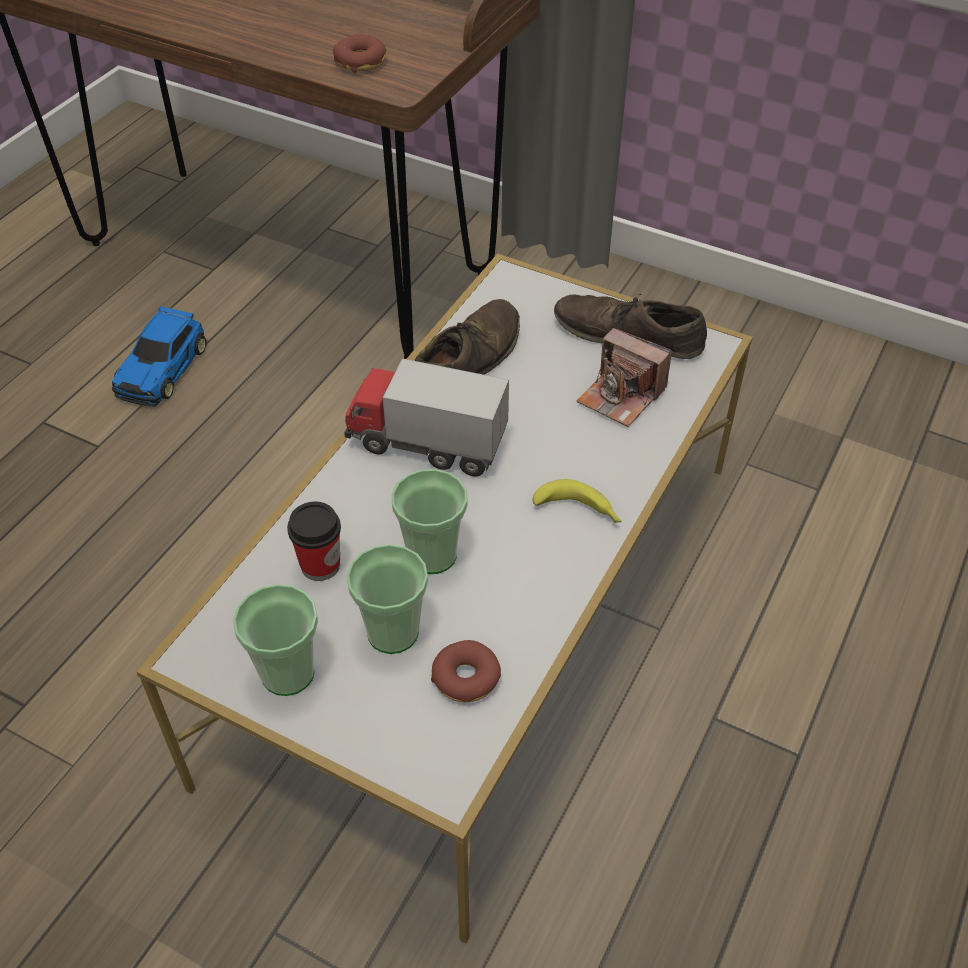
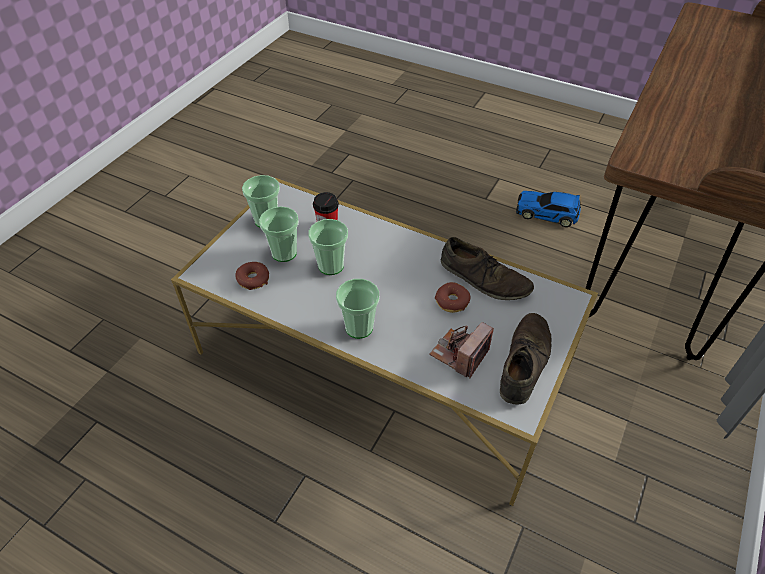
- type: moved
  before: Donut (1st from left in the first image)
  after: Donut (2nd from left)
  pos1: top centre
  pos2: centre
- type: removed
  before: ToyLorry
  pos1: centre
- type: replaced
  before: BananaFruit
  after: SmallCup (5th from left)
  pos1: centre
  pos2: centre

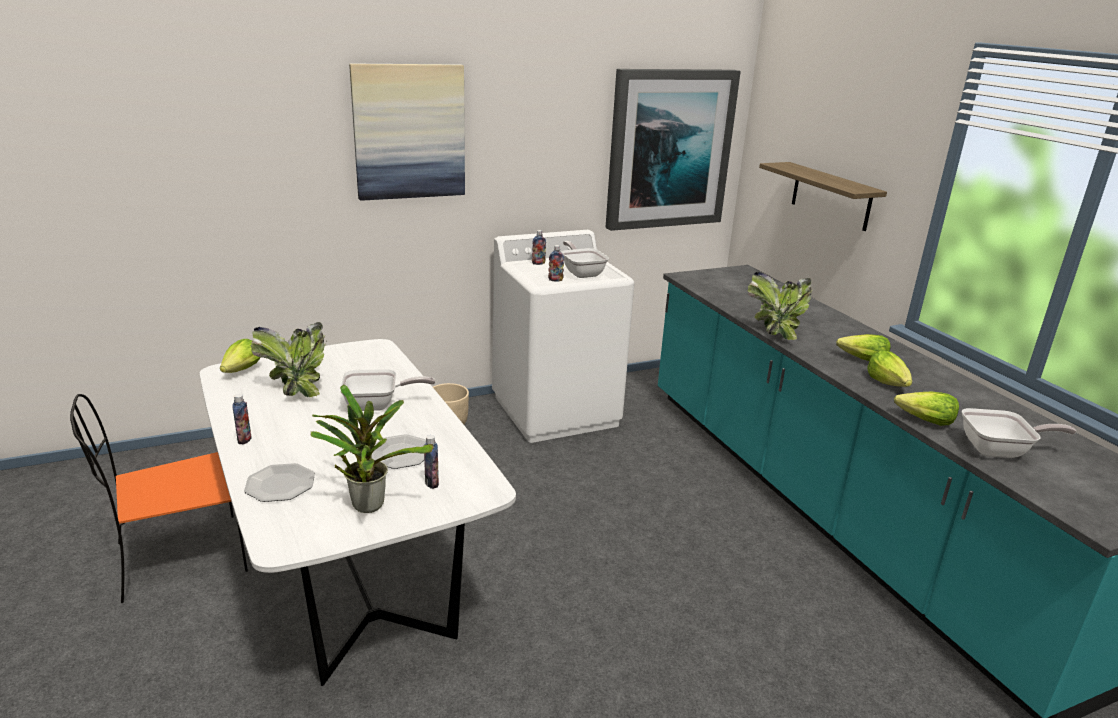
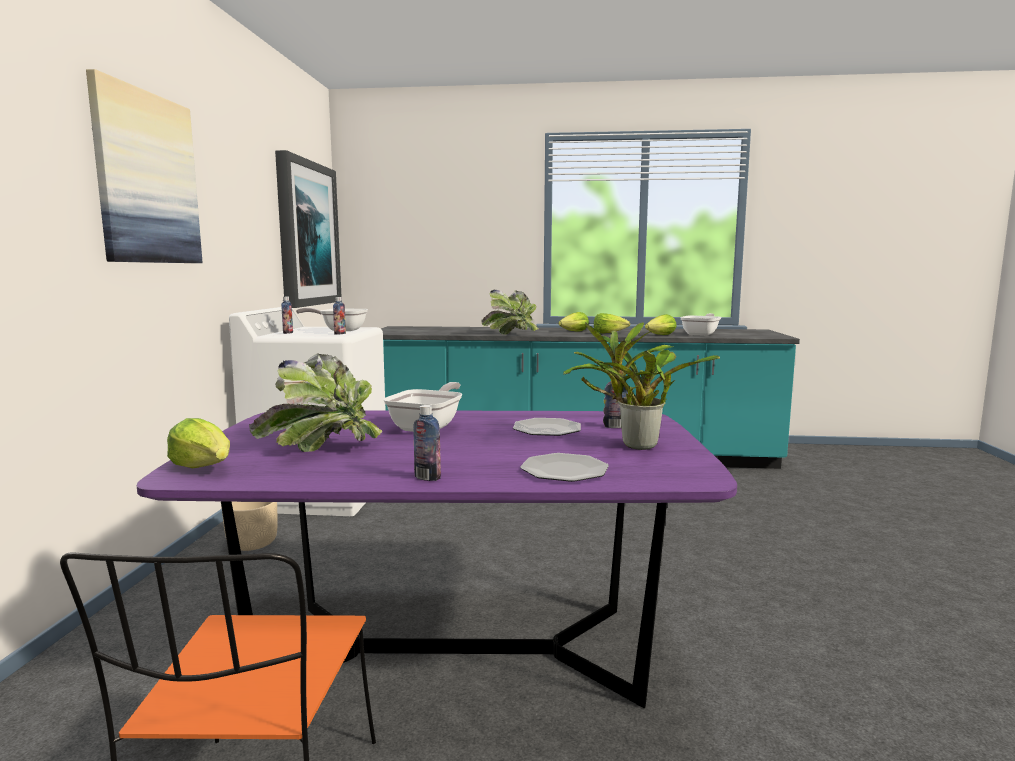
- type: removed
  before: WallShelf
  pos1: top right
- type: recoloured
  before: WhiteColouredKitchenTable
  after: PurpleColouredKitchenTable
  pos1: bottom left
  pos2: bottom centre

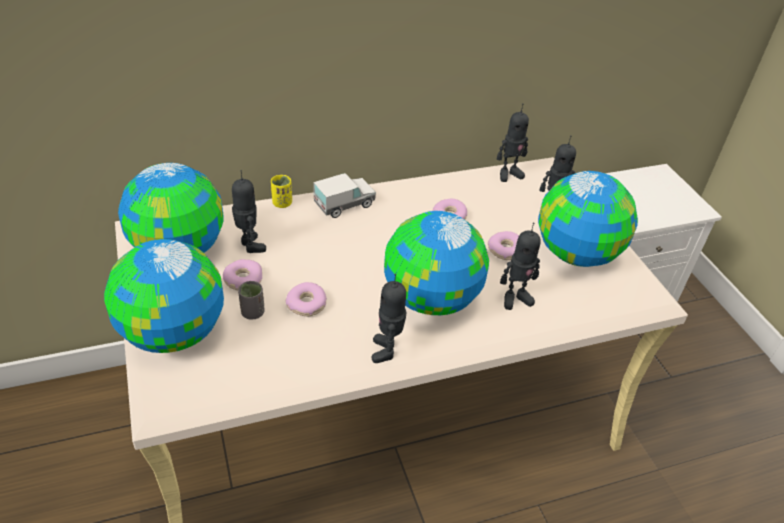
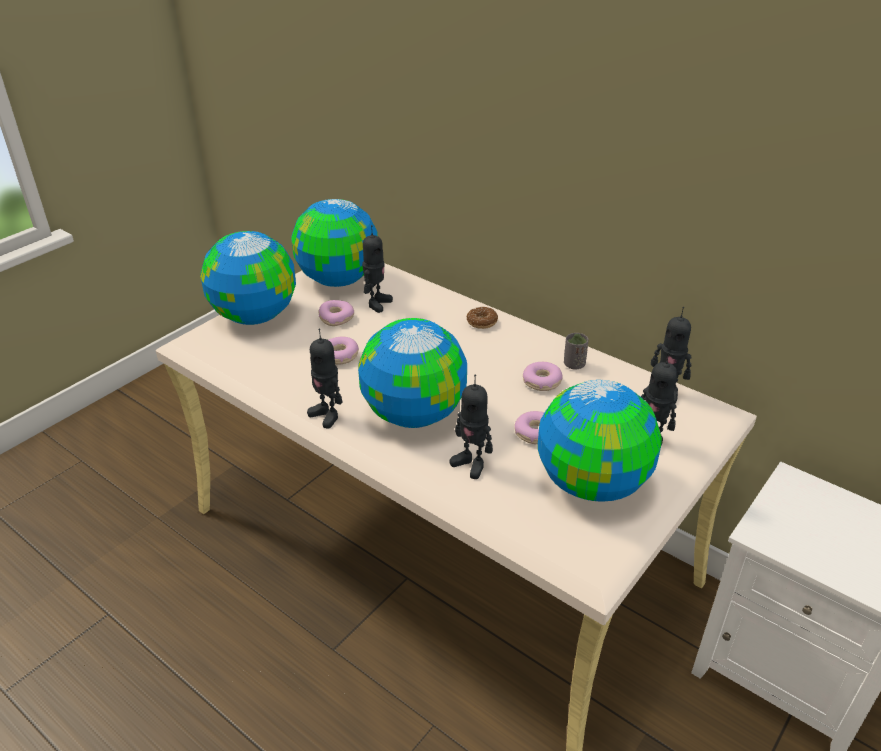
- type: replaced
  before: ToyLorry
  after: Donut (3rd from left)
  pos1: centre
  pos2: centre
- type: removed
  before: YellowSmallCup
  pos1: centre
- type: turned
  before: ToyRobot (2nd from left in the first image)
  pos1: centre
  pos2: centre
  turn: -105
- type: moved
  before: GraySmallCup
  pos1: middle left
  pos2: centre

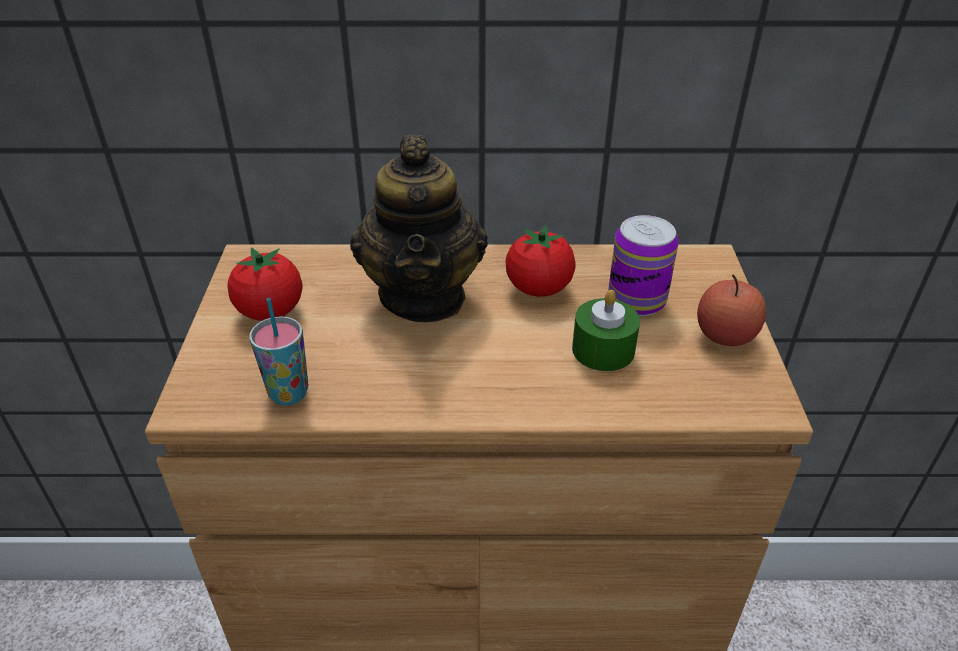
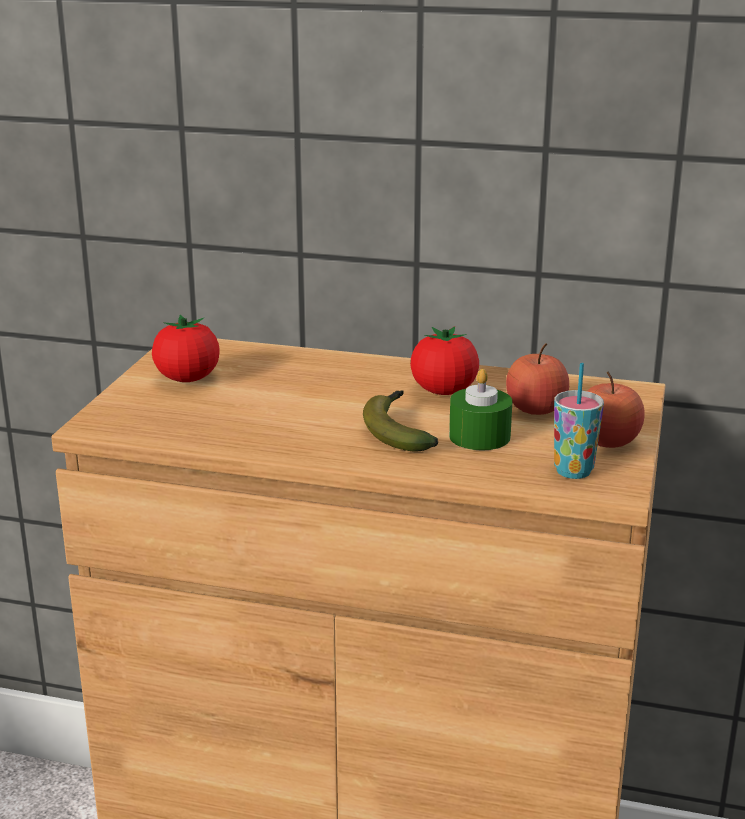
- type: removed
  before: PotForTea
  pos1: centre
- type: replaced
  before: MetalCan
  after: AppleFruit (1st from left)
  pos1: middle right
  pos2: middle right
- type: moved
  before: SmallCup
  pos1: middle left
  pos2: middle right
- type: added
  after: BananaFruit
  pos2: centre

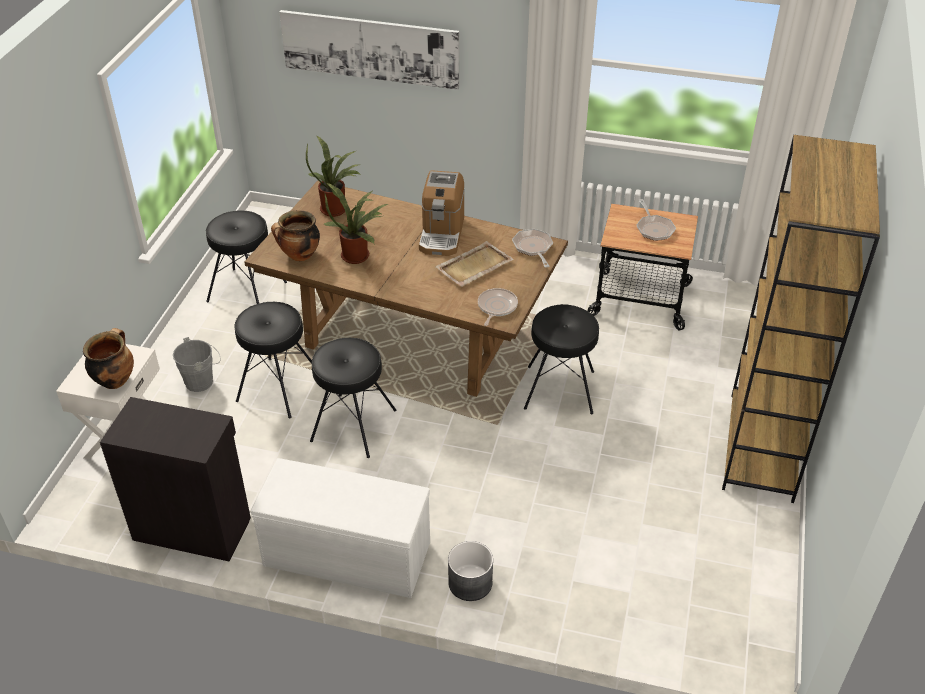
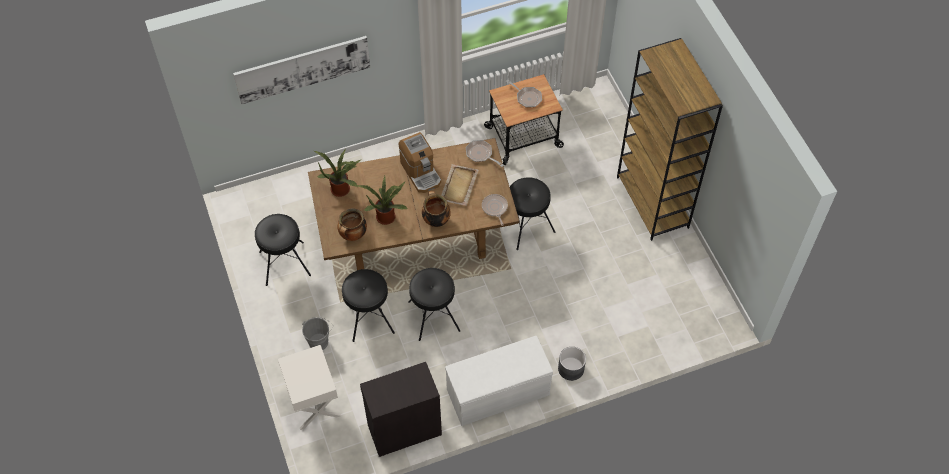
- type: moved
  before: Stockpot (1st from left in the first image)
  after: Stockpot (2nd from left)
  pos1: middle left
  pos2: centre

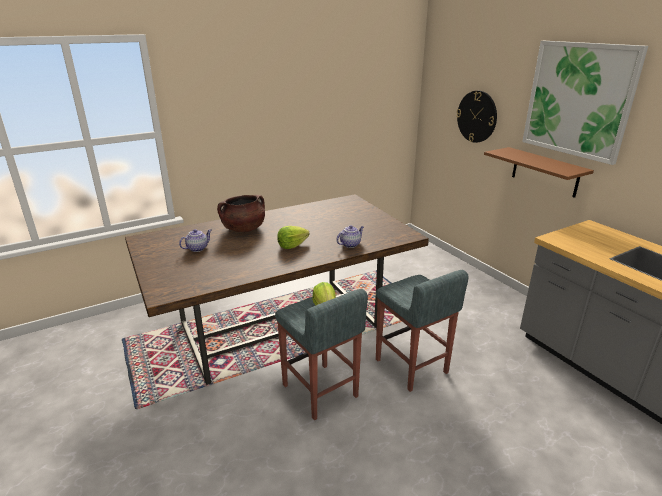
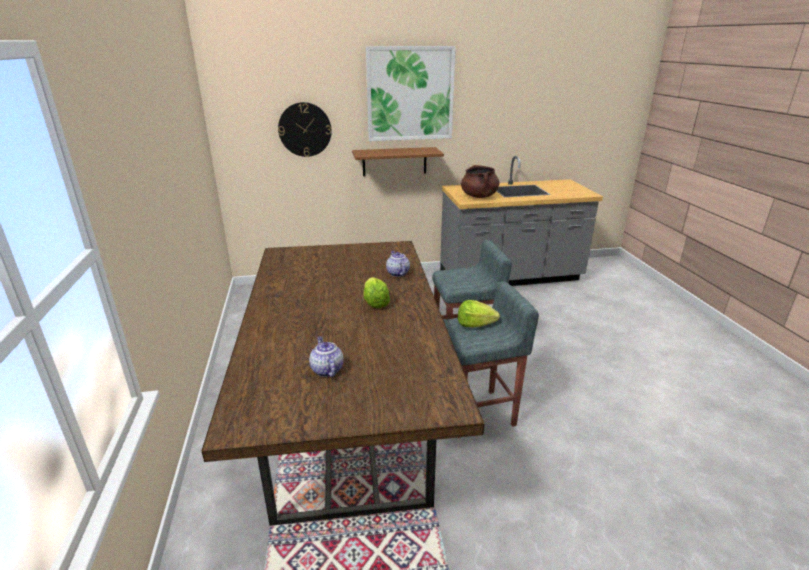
- type: moved
  before: BrownishStockpot
  pos1: centre
  pos2: top centre

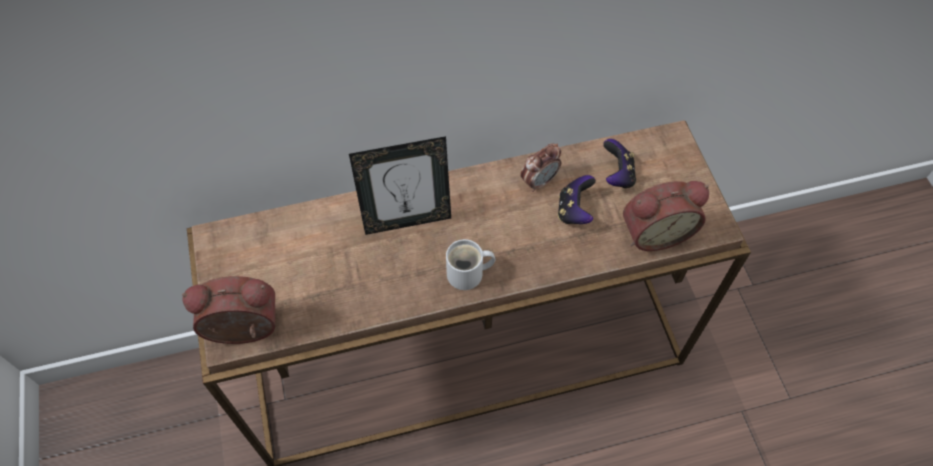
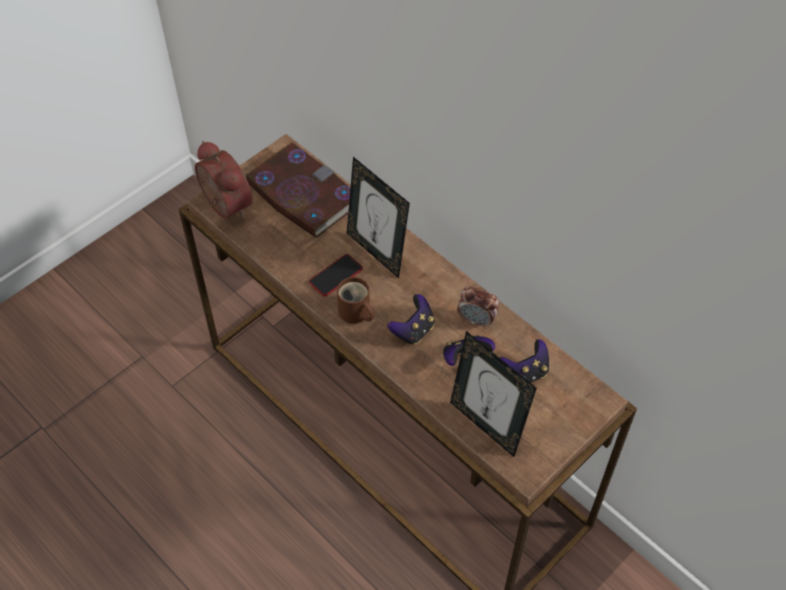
- type: replaced
  before: AlarmClock (3rd from left)
  after: StandingFrame (2nd from left)
  pos1: middle right
  pos2: bottom centre
- type: recoloured
  before: WhiteColouredCoffeeMug
  after: BrownishCoffeeMug
  pos1: centre
  pos2: centre
- type: added
  after: Volume
  pos2: top centre
- type: added
  after: Phone
  pos2: centre
- type: added
  after: GameController (1st from left)
  pos2: centre

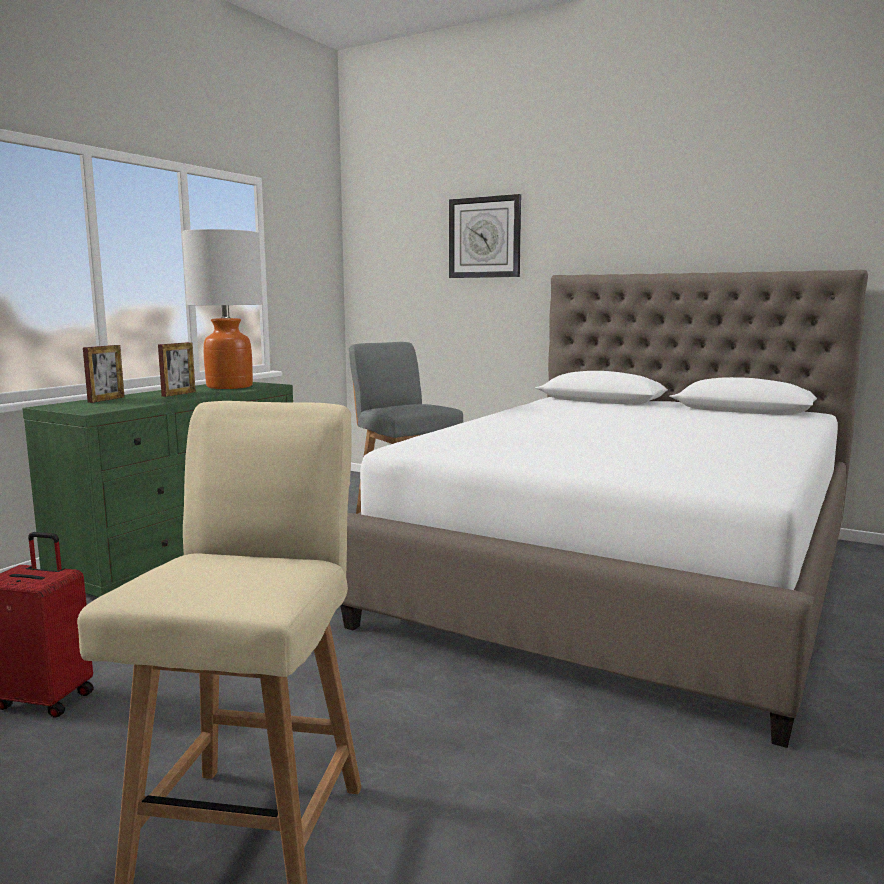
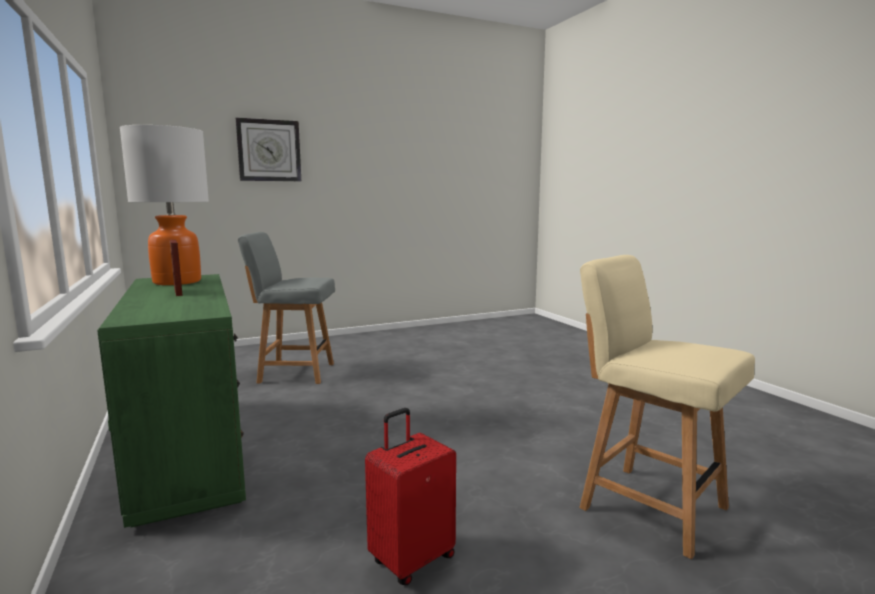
- type: removed
  before: WhiteColouredBed
  pos1: middle right
- type: removed
  before: StandingFrame (1st from left)
  pos1: middle left

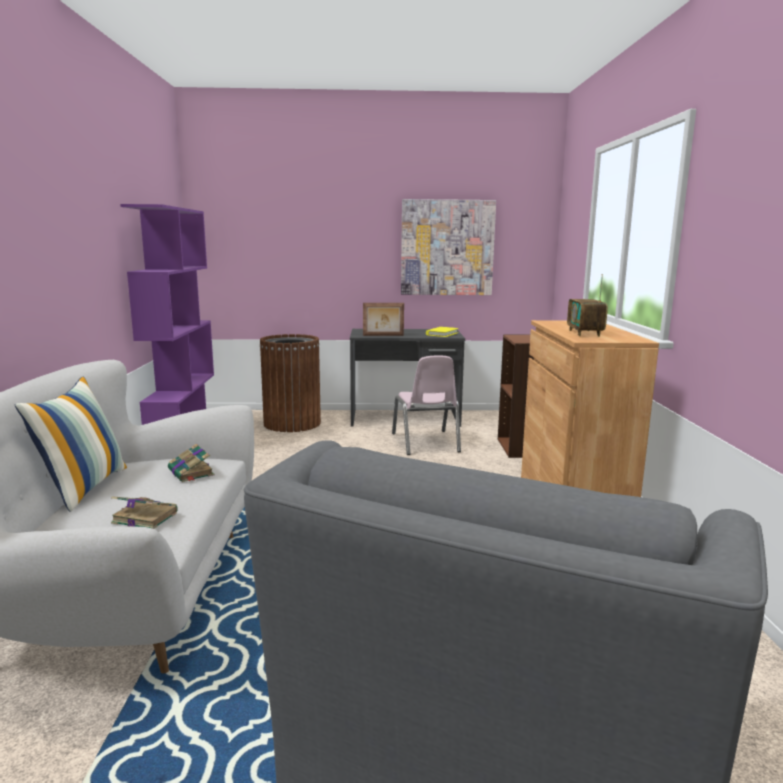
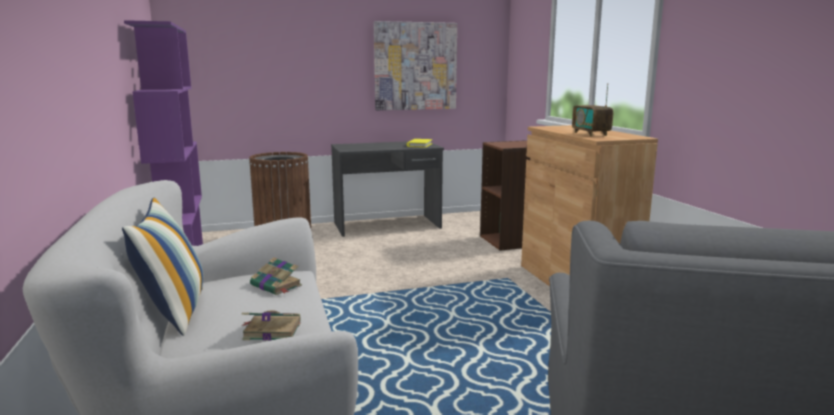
- type: removed
  before: StandingFrame
  pos1: centre
- type: removed
  before: PinkColouredChair
  pos1: centre

